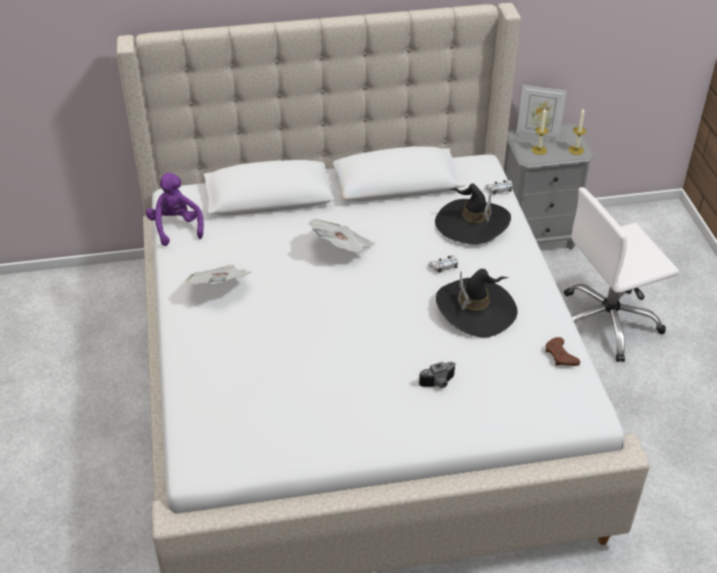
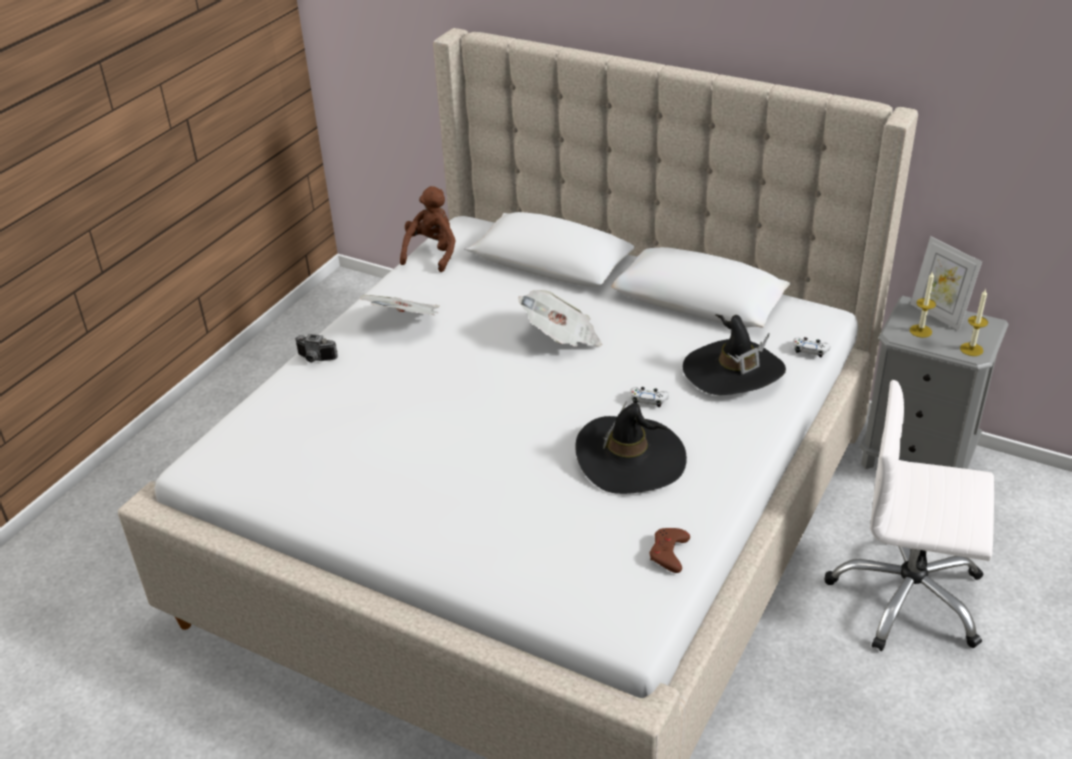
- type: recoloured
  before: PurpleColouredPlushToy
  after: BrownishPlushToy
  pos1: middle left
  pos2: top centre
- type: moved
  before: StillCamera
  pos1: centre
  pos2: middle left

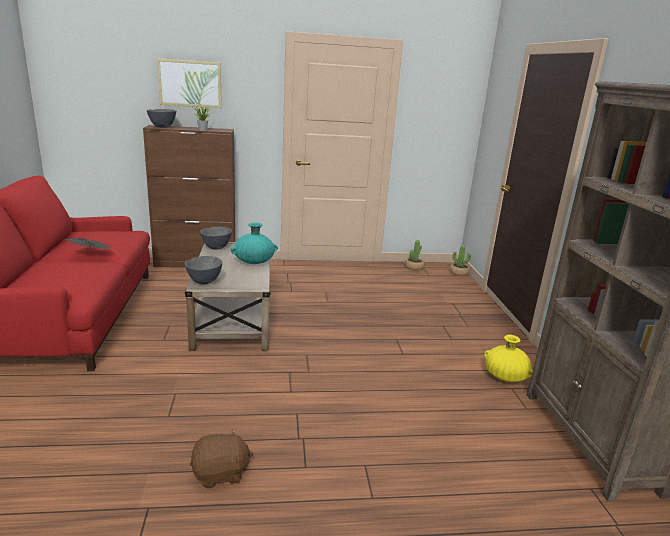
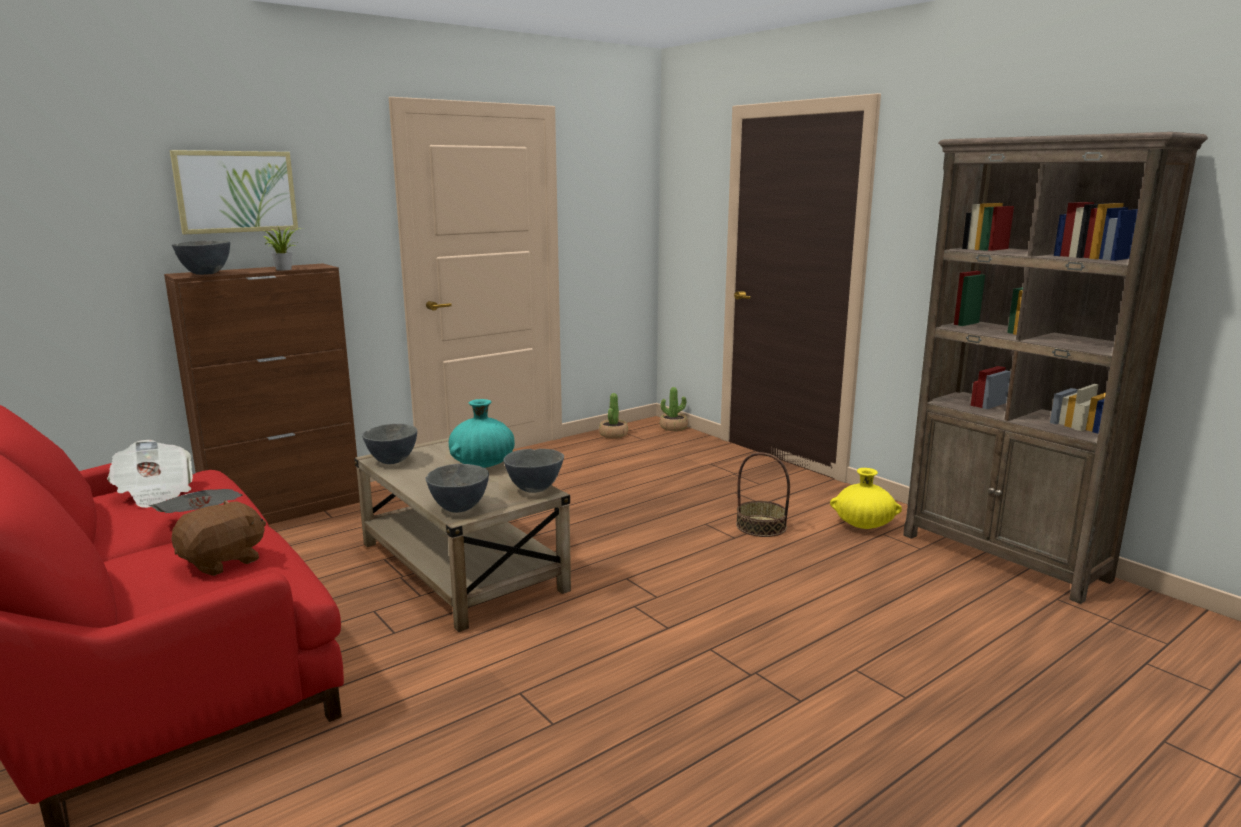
- type: moved
  before: BrownishPlushToy
  pos1: bottom left
  pos2: middle left
- type: added
  after: PrintedPaper (1st from left)
  pos2: middle left
- type: added
  after: GrayBowl (4th from left)
  pos2: centre
- type: added
  after: HouseholdBasket
  pos2: centre

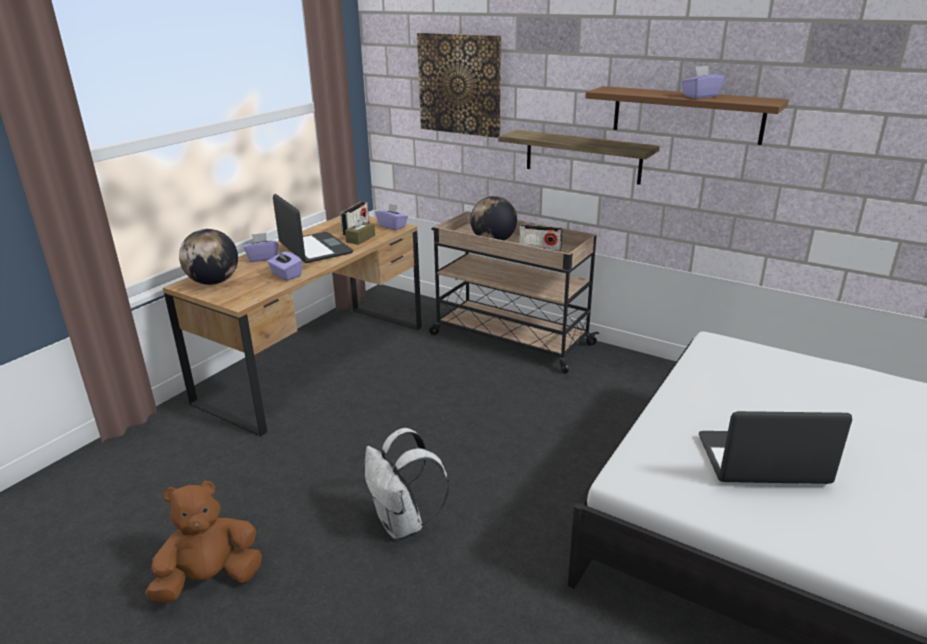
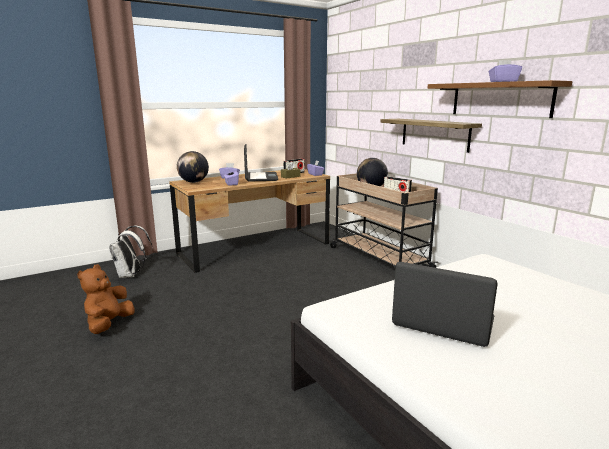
- type: removed
  before: Picture
  pos1: top centre
- type: moved
  before: WhiteColouredBackpack
  pos1: bottom centre
  pos2: middle left
- type: turned
  before: BrownishPlushToy
  pos1: bottom left
  pos2: middle left
  turn: -75

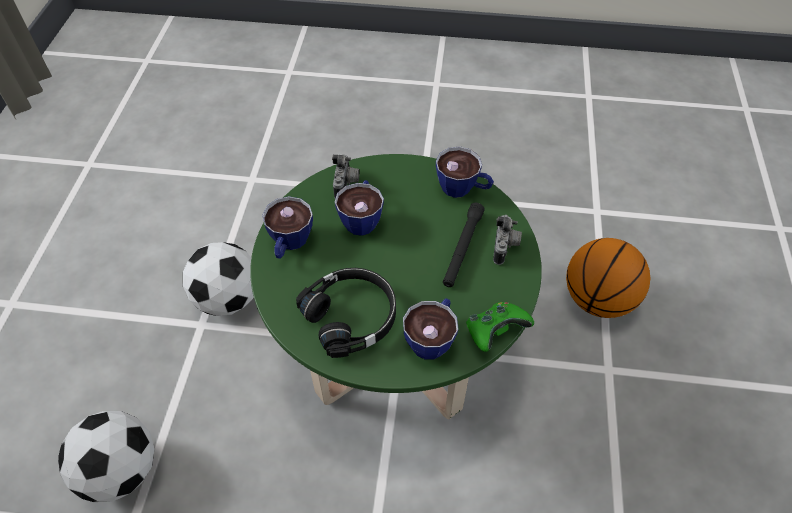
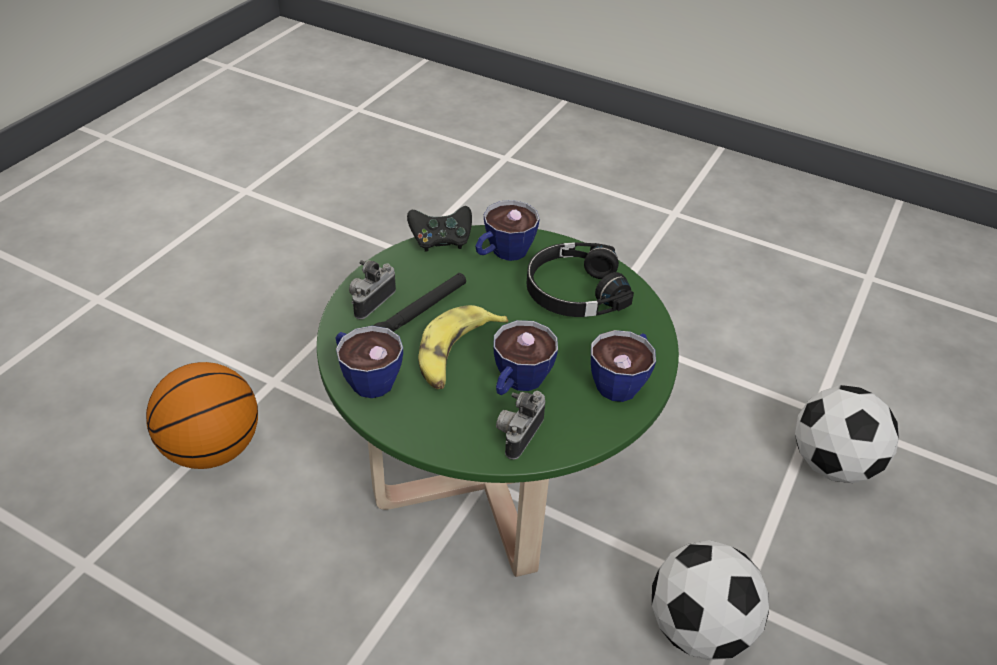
- type: recoloured
  before: GreenGameController
  after: BlackishGameController
  pos1: centre
  pos2: centre
- type: added
  after: BananaFruit
  pos2: centre

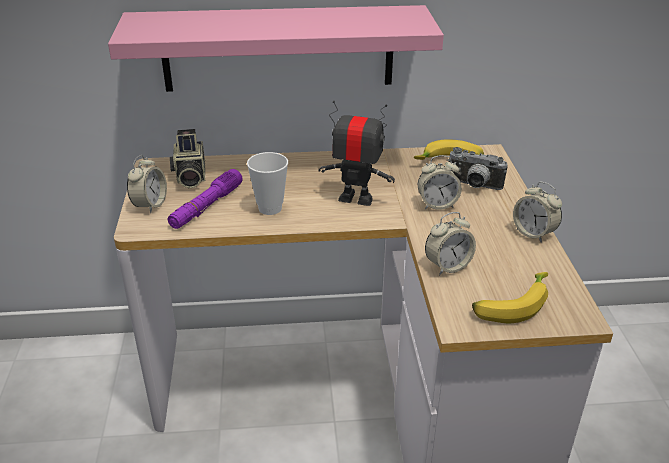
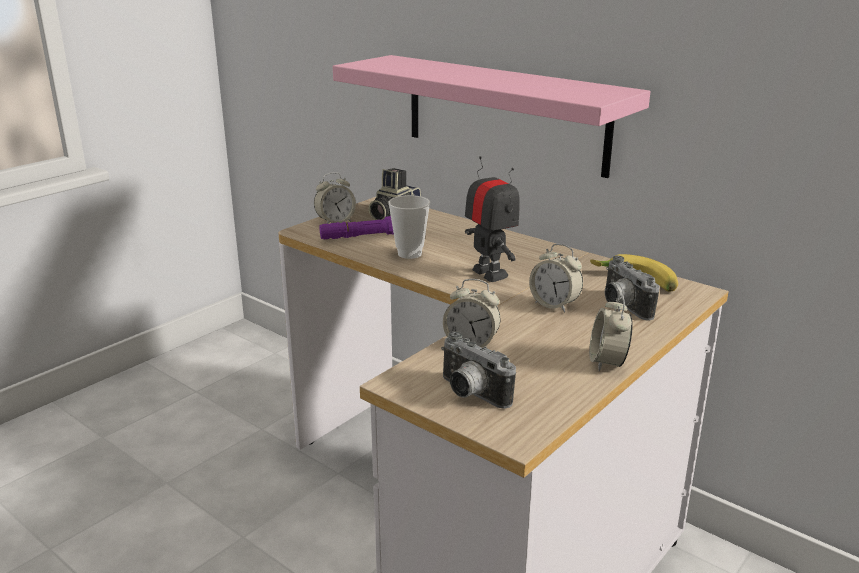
- type: replaced
  before: BananaFruit (2nd from left)
  after: StillCamera (2nd from left)
  pos1: middle right
  pos2: centre

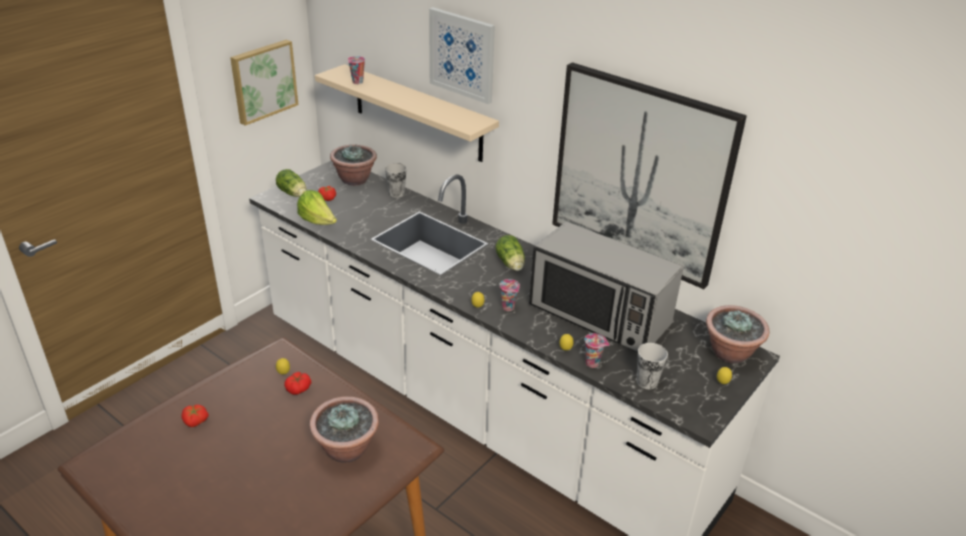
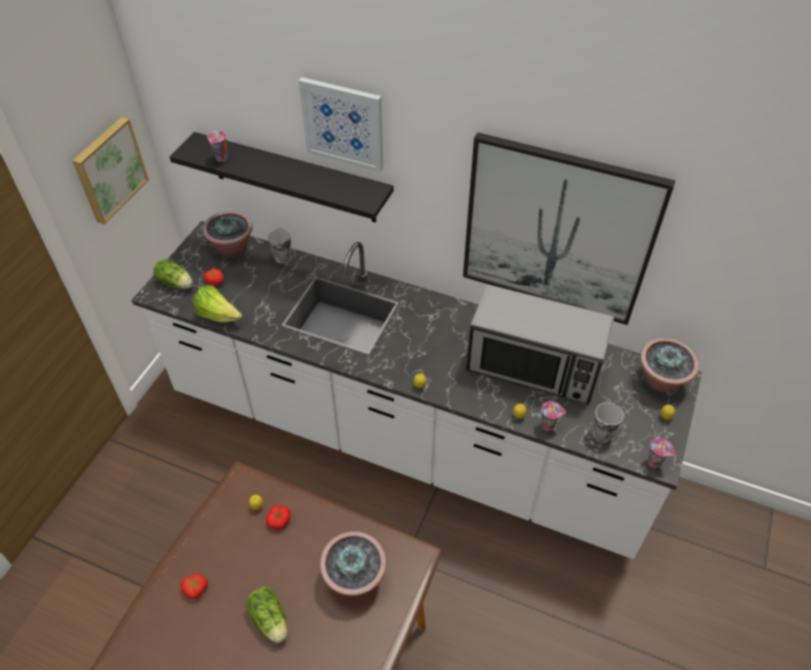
- type: recoloured
  before: BeigeWallShelf
  after: BlackishWallShelf
  pos1: top centre
  pos2: top centre
- type: moved
  before: Lettuce (3rd from left)
  pos1: centre
  pos2: bottom left
- type: moved
  before: SmallCup (3rd from left in the first image)
  after: SmallCup (5th from left)
  pos1: centre
  pos2: bottom right

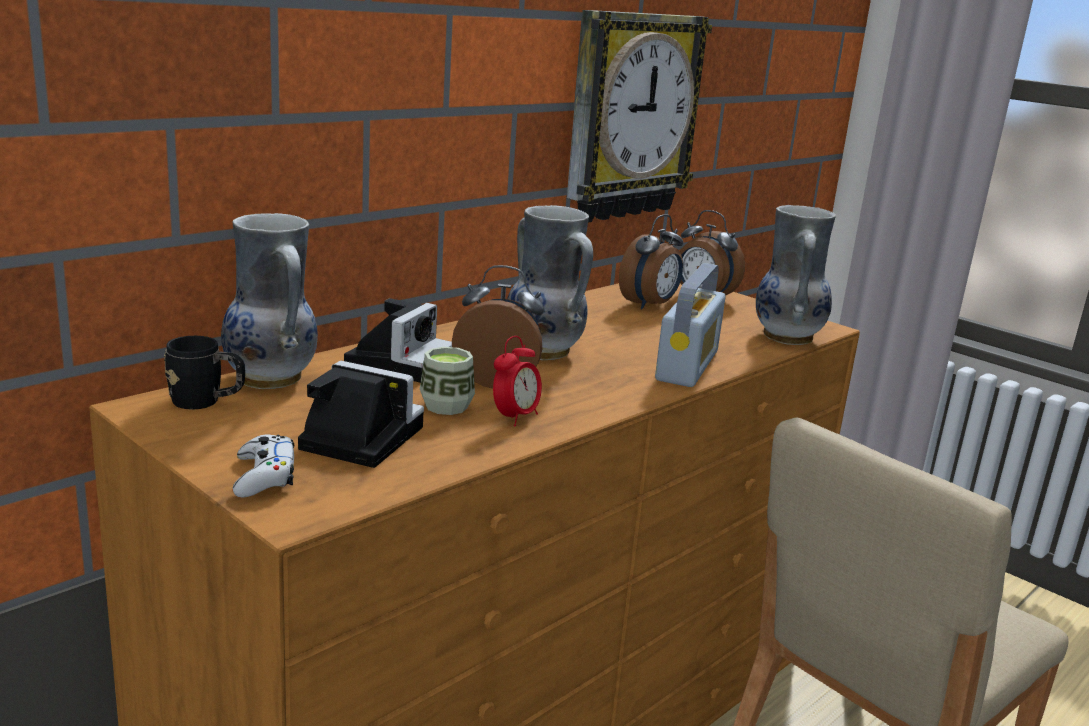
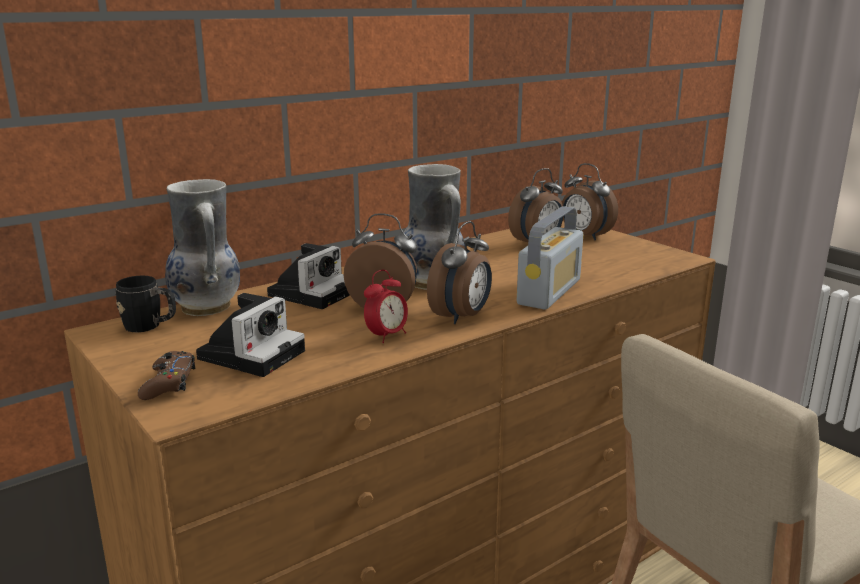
- type: removed
  before: ClockOnTheWall
  pos1: top centre
- type: removed
  before: FlowerVase (3rd from left)
  pos1: middle right
- type: removed
  before: SmallCup
  pos1: centre
- type: turned
  before: StillCamera (1st from left)
  pos1: middle left
  pos2: middle left
  turn: 90
- type: recoloured
  before: WhiteColouredGameController
  after: BrownishGameController
  pos1: middle left
  pos2: middle left
- type: added
  after: AlarmClock (3rd from left)
  pos2: centre

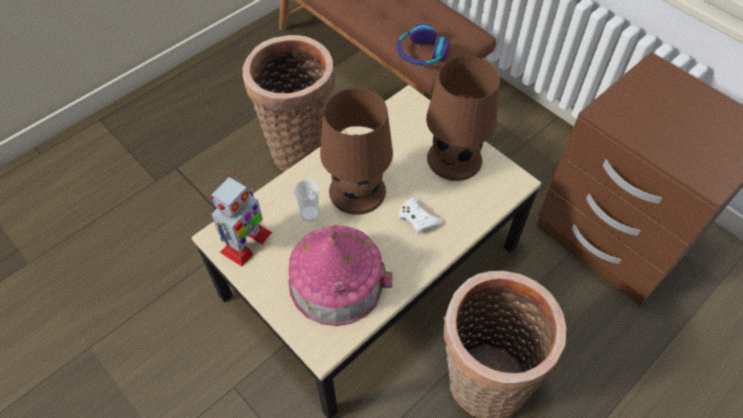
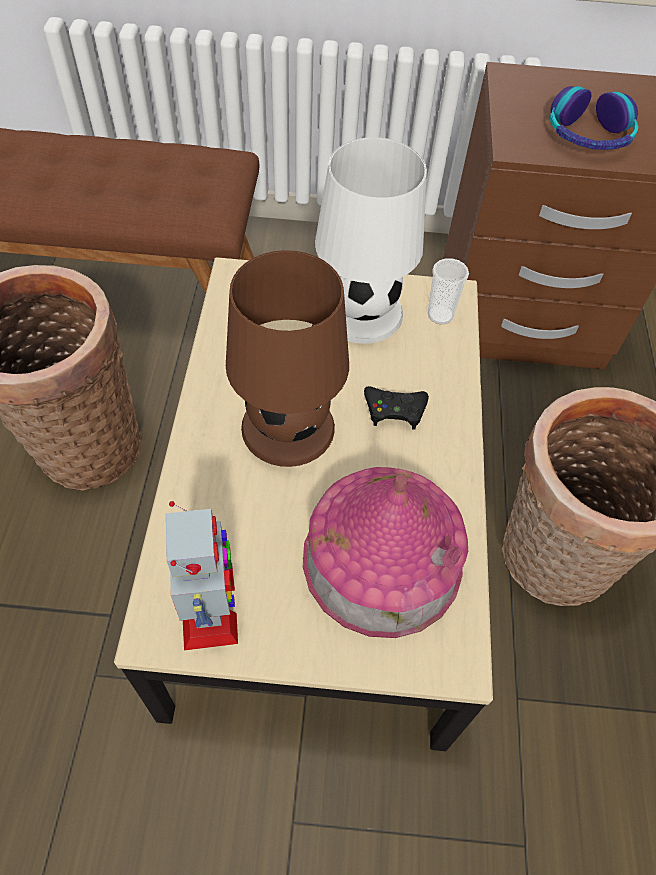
- type: moved
  before: Headset
  pos1: top centre
  pos2: top right
- type: recoloured
  before: BrownishLampForATable (2nd from left)
  after: WhiteColouredLampForATable
  pos1: top centre
  pos2: top centre
- type: moved
  before: SmallCup
  pos1: centre
  pos2: top right
- type: recoloured
  before: WhiteColouredGameController
  after: BlackishGameController
  pos1: centre
  pos2: centre

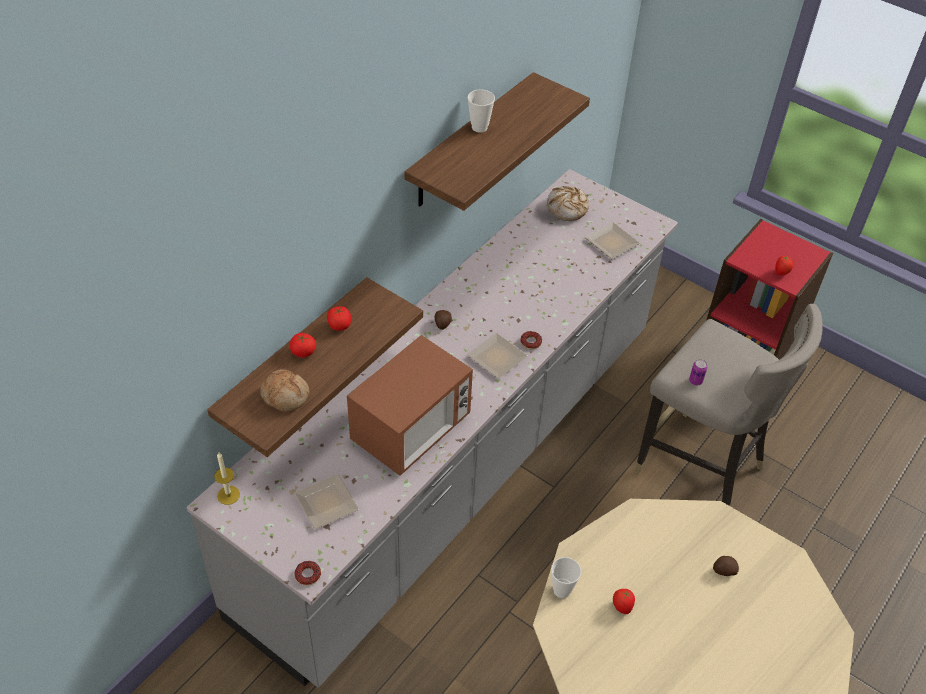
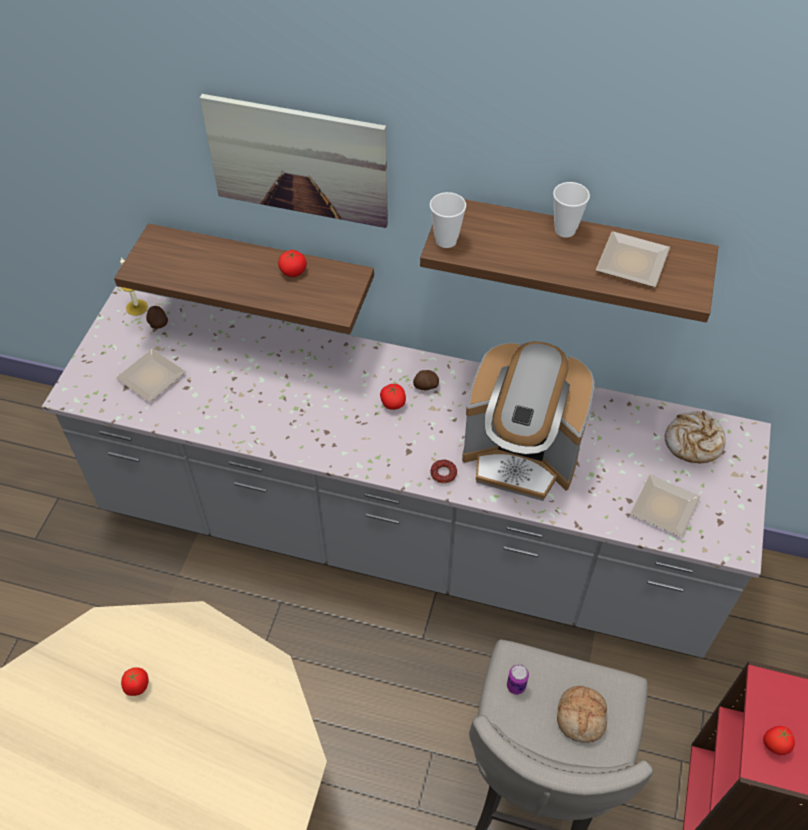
- type: moved
  before: FreshTomato (1st from left in the first image)
  after: FreshTomato (3rd from left)
  pos1: middle left
  pos2: centre
- type: moved
  before: Plate (2nd from left)
  pos1: centre
  pos2: top right
- type: removed
  before: KitchenMicrowave
  pos1: centre
- type: moved
  before: BakeryBread (1st from left)
  pos1: middle left
  pos2: bottom right
- type: moved
  before: Potato (2nd from left in the first image)
  after: Potato (1st from left)
  pos1: bottom right
  pos2: middle left
- type: moved
  before: SmallCup (2nd from left in the first image)
  after: SmallCup (1st from left)
  pos1: bottom centre
  pos2: top centre
- type: removed
  before: Donut (1st from left)
  pos1: bottom left
- type: added
  after: Picture
  pos2: top centre
- type: added
  after: CoffeeMachine
  pos2: centre

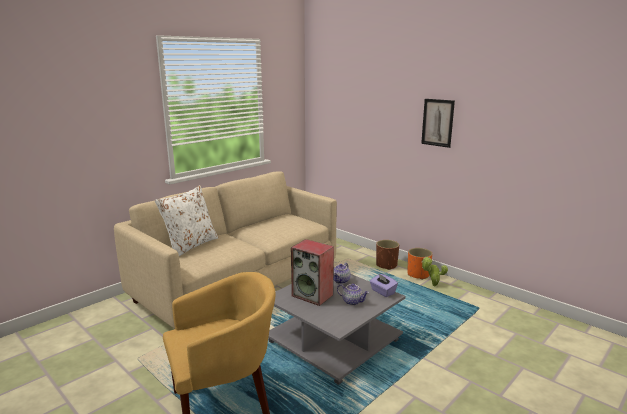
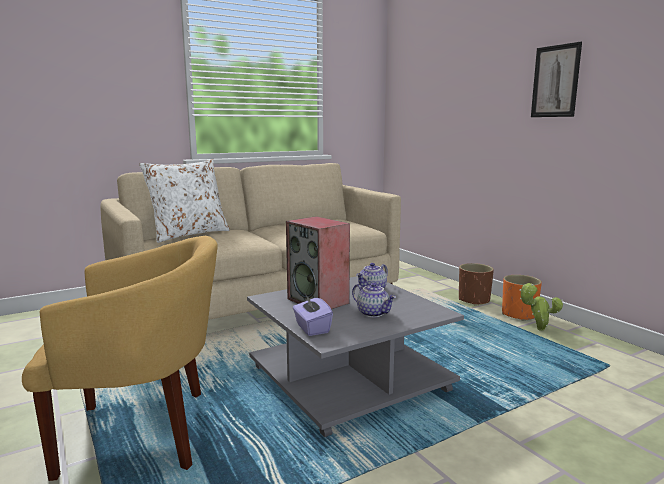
- type: moved
  before: PurpleColouredTissueHolder
  pos1: bottom centre
  pos2: centre

